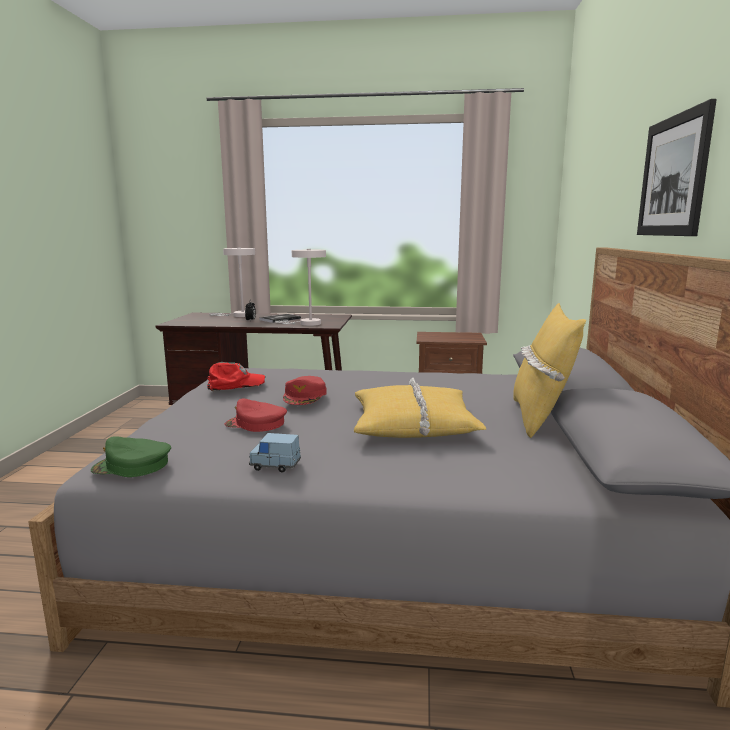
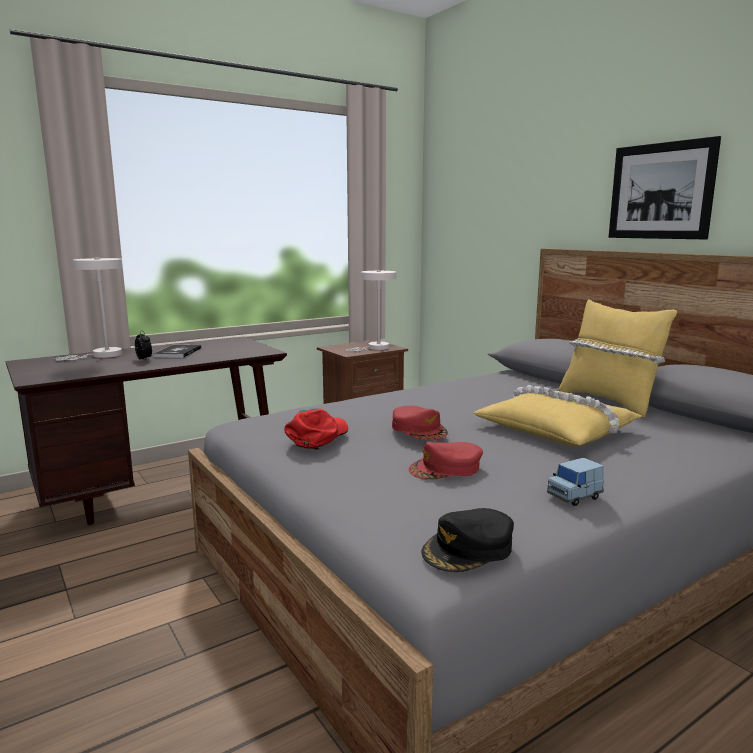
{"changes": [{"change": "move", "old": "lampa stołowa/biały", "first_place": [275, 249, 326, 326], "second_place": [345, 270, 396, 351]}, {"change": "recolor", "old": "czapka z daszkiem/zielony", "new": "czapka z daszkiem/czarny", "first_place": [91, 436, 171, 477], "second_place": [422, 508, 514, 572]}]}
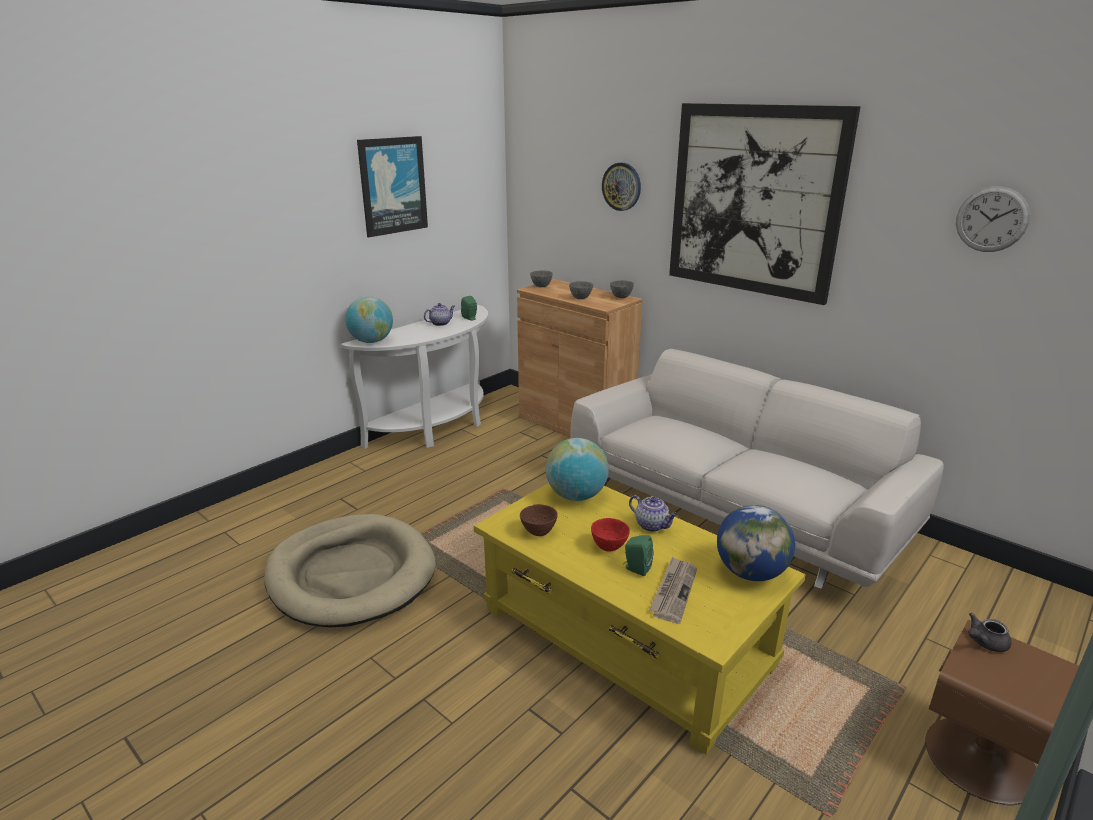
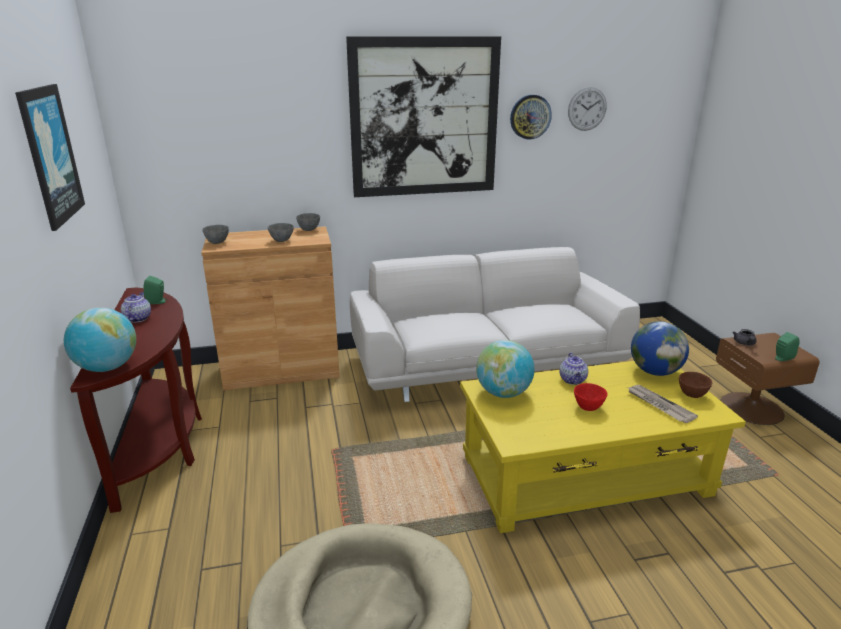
{"changes": [{"change": "move", "old": "miska/brązowy", "first_place": [520, 504, 558, 536], "second_place": [679, 372, 712, 398]}, {"change": "move", "old": "zegar ścienny", "first_place": [602, 163, 641, 211], "second_place": [510, 95, 552, 139]}, {"change": "move", "old": "głośnik/zielony", "first_place": [623, 535, 654, 576], "second_place": [775, 332, 800, 361]}, {"change": "recolor", "old": "stolik konsolowy/biały", "new": "stolik konsolowy/brązowy", "first_place": [341, 305, 488, 449], "second_place": [70, 288, 202, 513]}, {"change": "rotate", "old": "imbryk", "first_place": [629, 495, 678, 532], "second_place": [559, 353, 588, 385], "degrees": 105}]}
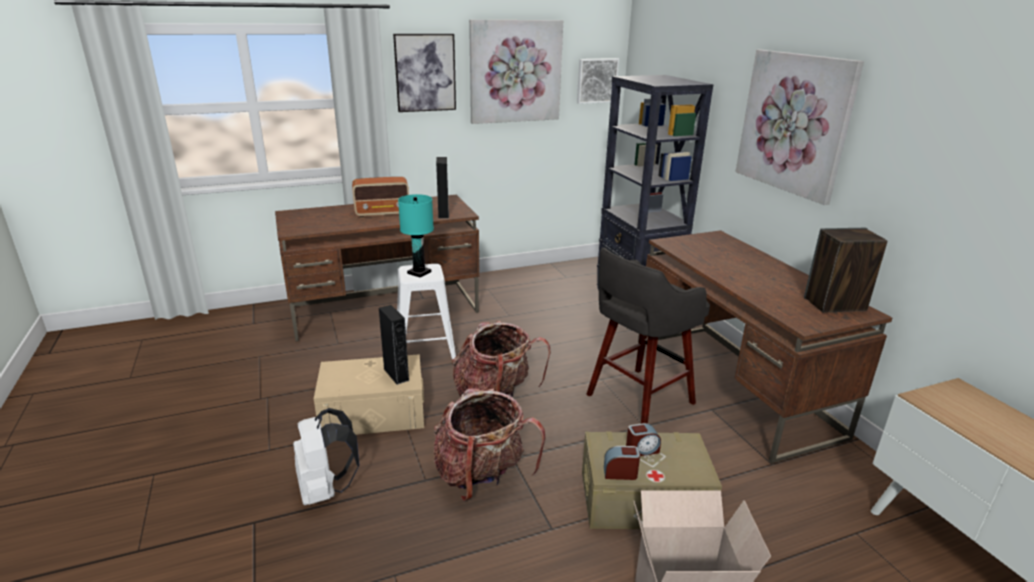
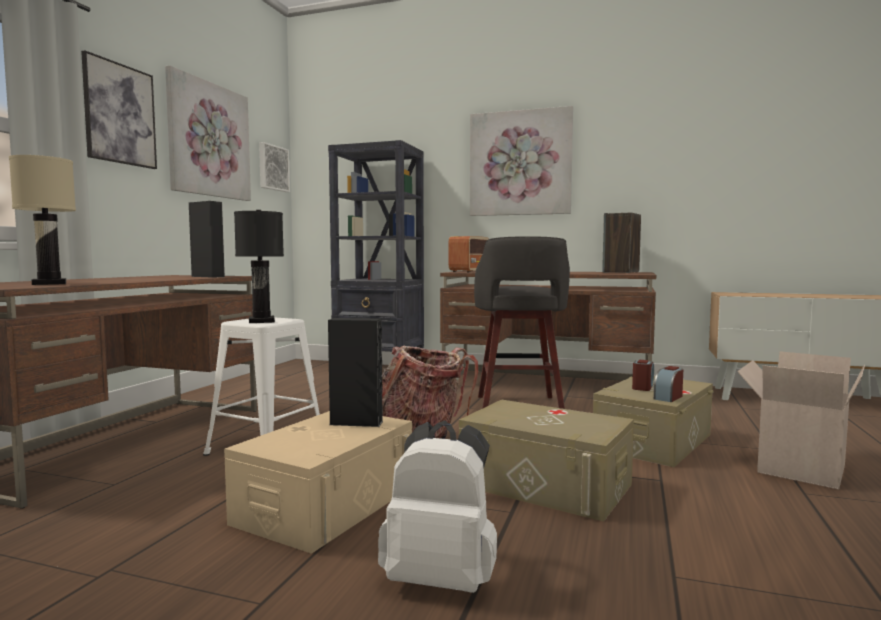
{"changes": [{"change": "insert", "new": "lampa stołowa/beżowy", "second_place": [9, 155, 76, 285]}, {"change": "move", "old": "radio", "first_place": [352, 177, 409, 217], "second_place": [449, 236, 489, 273]}, {"change": "replace", "old": "plecak", "new": "pojemnik do przechowywania/beżowy", "first_place": [434, 388, 545, 502], "second_place": [459, 400, 634, 521]}, {"change": "recolor", "old": "lampa stołowa/turkusowy", "new": "lampa stołowa/czarny", "first_place": [398, 194, 434, 278], "second_place": [234, 210, 284, 323]}]}
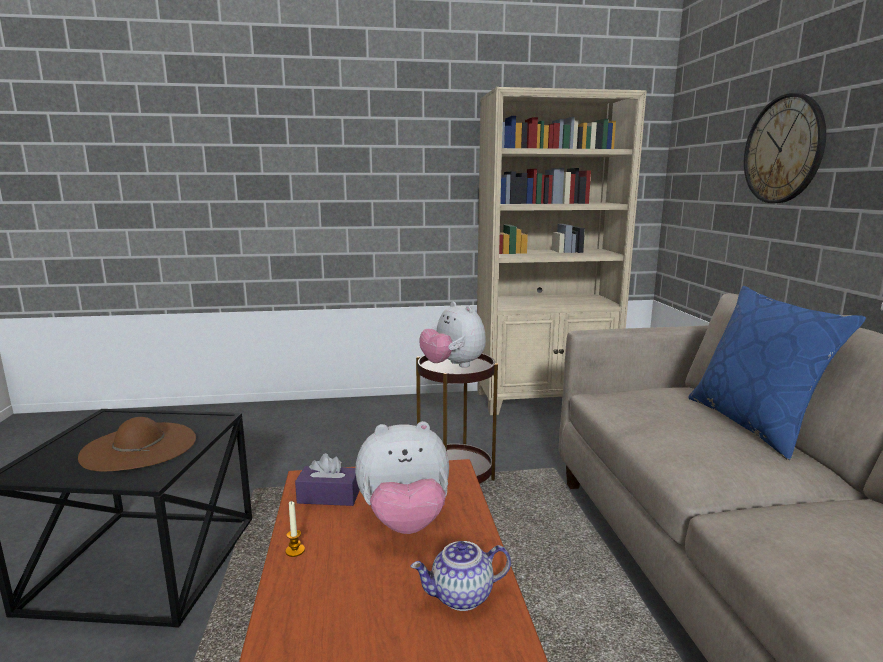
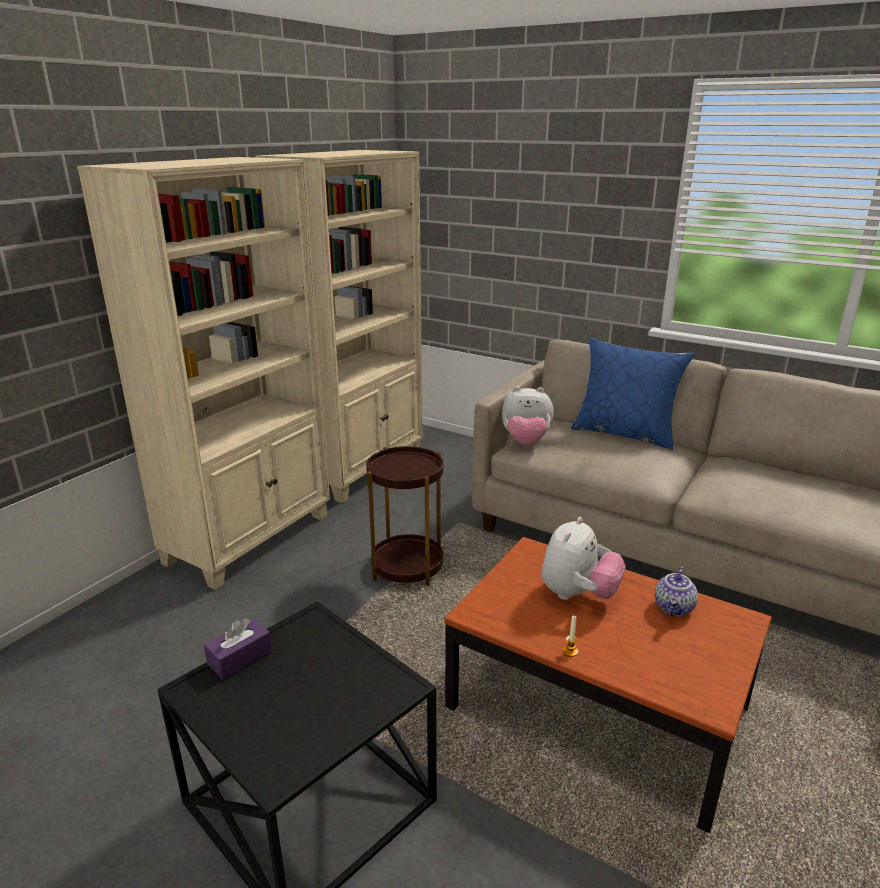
{"changes": [{"change": "delete", "old": "kapelusz/brązowy", "first_place": [78, 417, 196, 471]}, {"change": "delete", "old": "zegar ścienny", "first_place": [744, 93, 826, 203]}, {"change": "insert", "new": "regał/beżowy", "second_place": [77, 157, 330, 590]}, {"change": "move", "old": "pudełko chusteczek/fioletowy", "first_place": [295, 453, 360, 506], "second_place": [204, 618, 272, 679]}, {"change": "move", "old": "pluszak", "first_place": [419, 302, 486, 368], "second_place": [502, 387, 554, 445]}]}
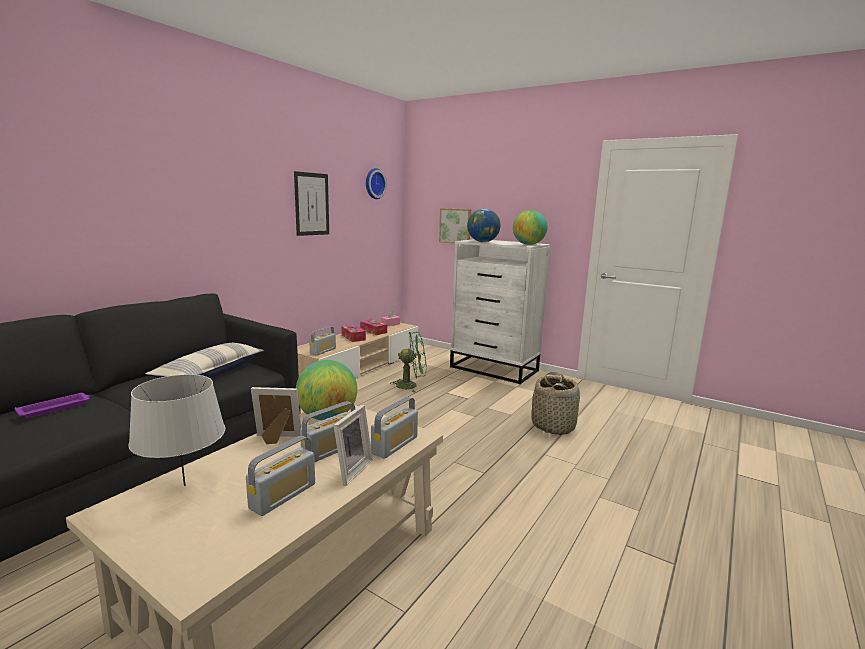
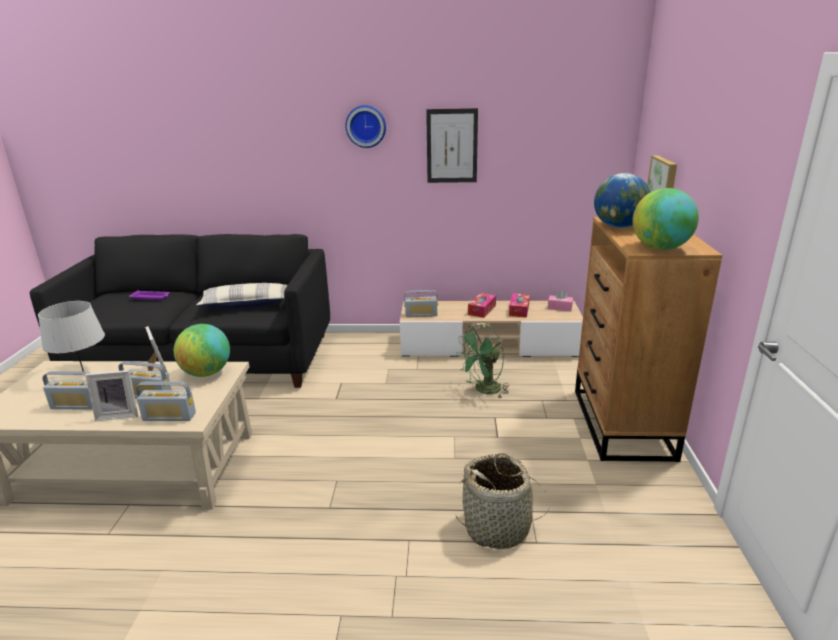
{"changes": [{"change": "move", "old": "zegar ścienny", "first_place": [366, 168, 387, 199], "second_place": [345, 105, 386, 148]}, {"change": "recolor", "old": "komoda/biały", "new": "komoda/brązowy", "first_place": [450, 239, 550, 384], "second_place": [575, 217, 722, 462]}, {"change": "rotate", "old": "wentylator/zielony", "first_place": [391, 332, 426, 393], "second_place": [456, 324, 509, 398], "degrees": 90}]}
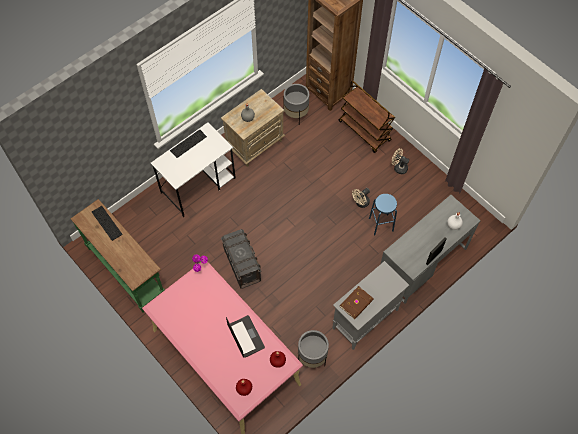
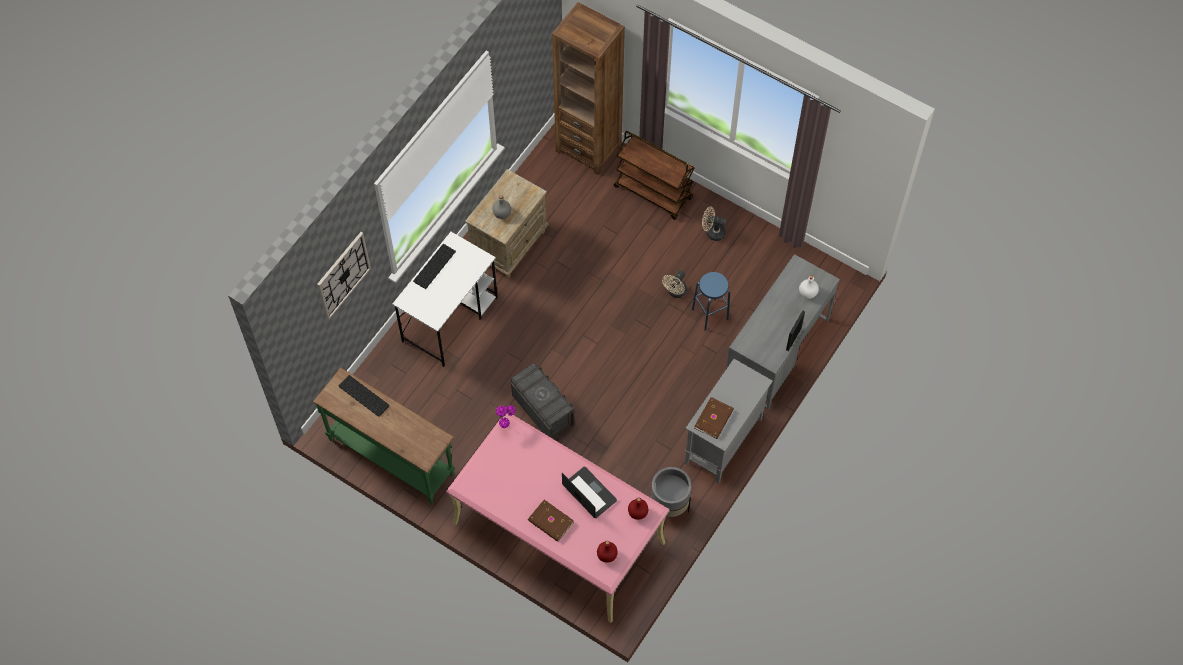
{"changes": [{"change": "delete", "old": "donica/szary", "first_place": [283, 84, 309, 122]}, {"change": "insert", "new": "zegar ścienny", "second_place": [317, 232, 371, 320]}, {"change": "insert", "new": "książka/brązowy", "second_place": [528, 500, 574, 542]}]}
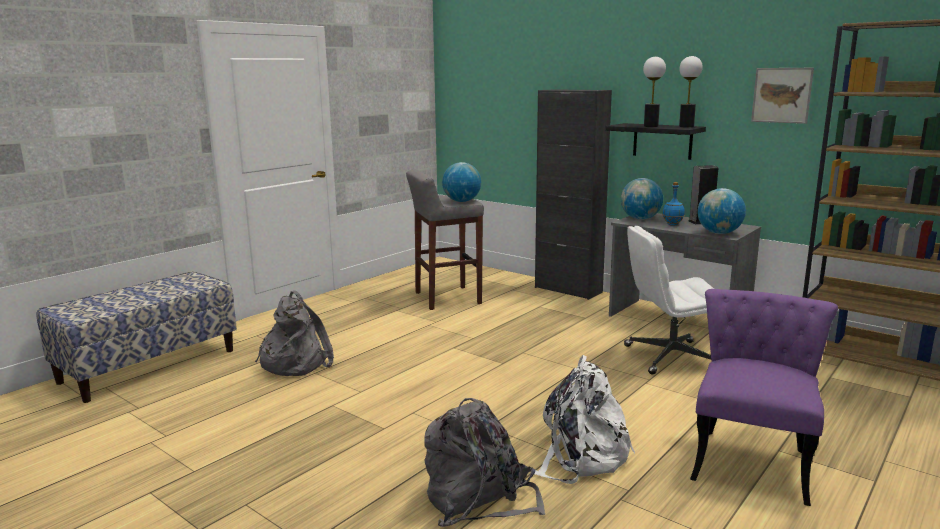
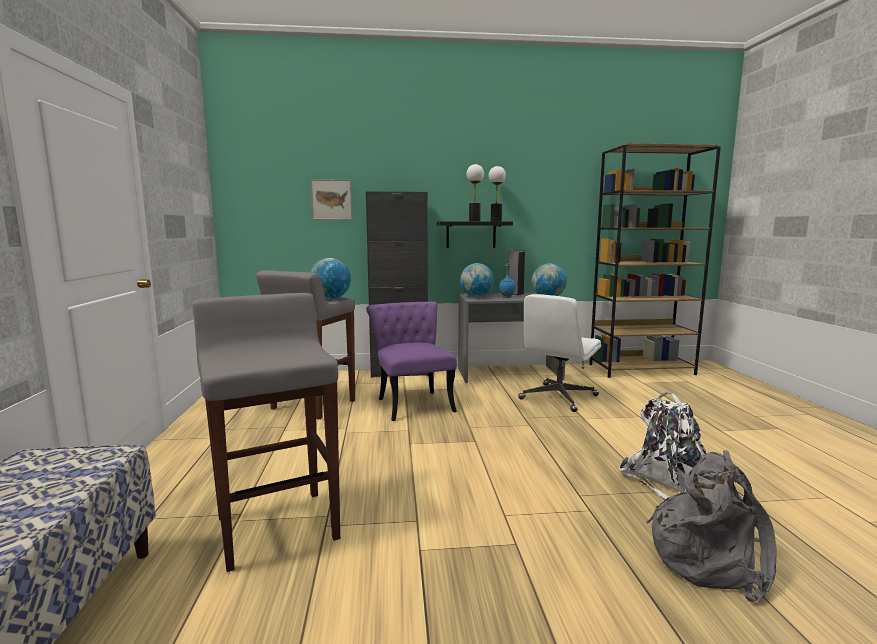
{"changes": [{"change": "move", "old": "krzesło/fioletowy", "first_place": [690, 289, 838, 506], "second_place": [366, 302, 457, 421]}, {"change": "move", "old": "obraz", "first_place": [751, 68, 814, 124], "second_place": [311, 179, 352, 220]}, {"change": "replace", "old": "plecak/szary", "new": "stołek/szary", "first_place": [255, 290, 334, 376], "second_place": [192, 293, 340, 572]}]}
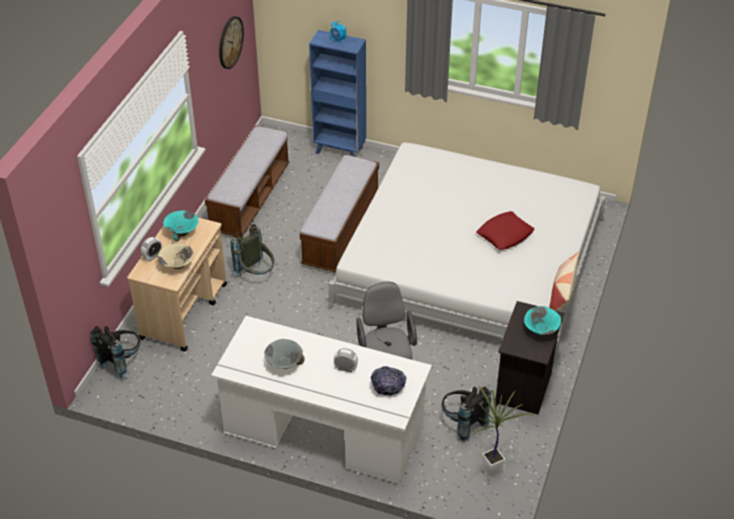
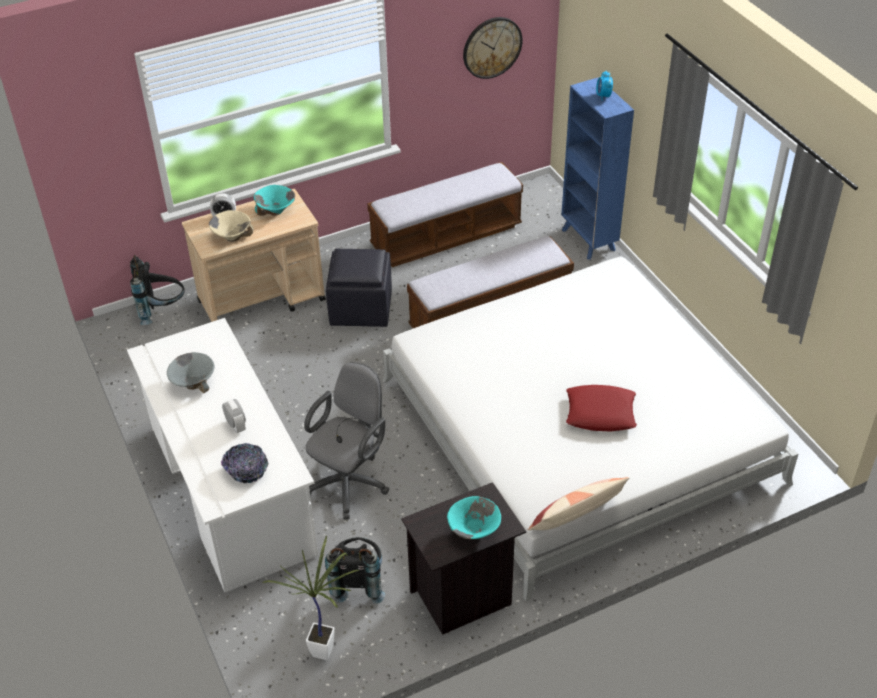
{"changes": [{"change": "replace", "old": "plecak/szary", "new": "pufa/czarny", "first_place": [231, 224, 275, 276], "second_place": [326, 249, 392, 327]}]}
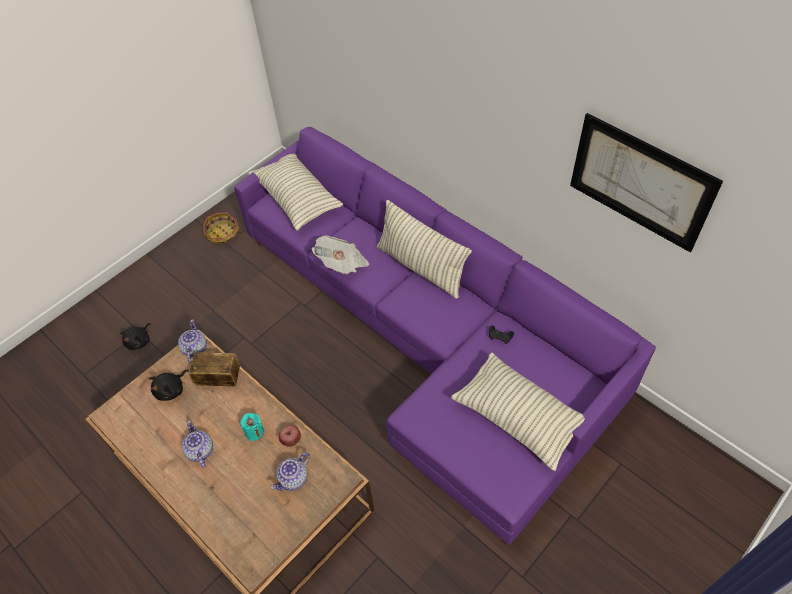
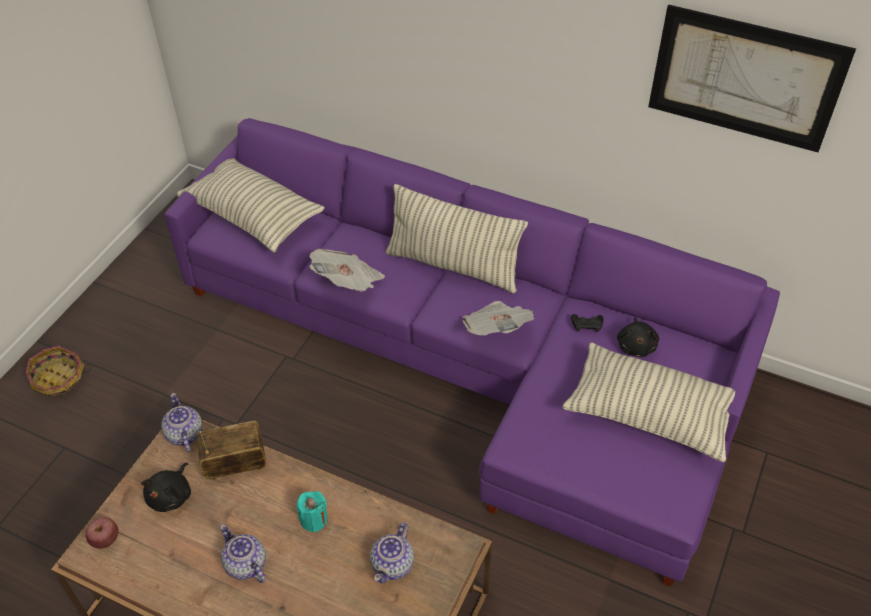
{"changes": [{"change": "insert", "new": "gazeta", "second_place": [463, 301, 534, 336]}, {"change": "move", "old": "pluszak/czarny", "first_place": [120, 323, 151, 350], "second_place": [617, 317, 659, 357]}, {"change": "move", "old": "koszyk", "first_place": [203, 212, 244, 244], "second_place": [26, 346, 92, 397]}, {"change": "move", "old": "jabłko", "first_place": [279, 425, 301, 447], "second_place": [86, 517, 119, 549]}]}
